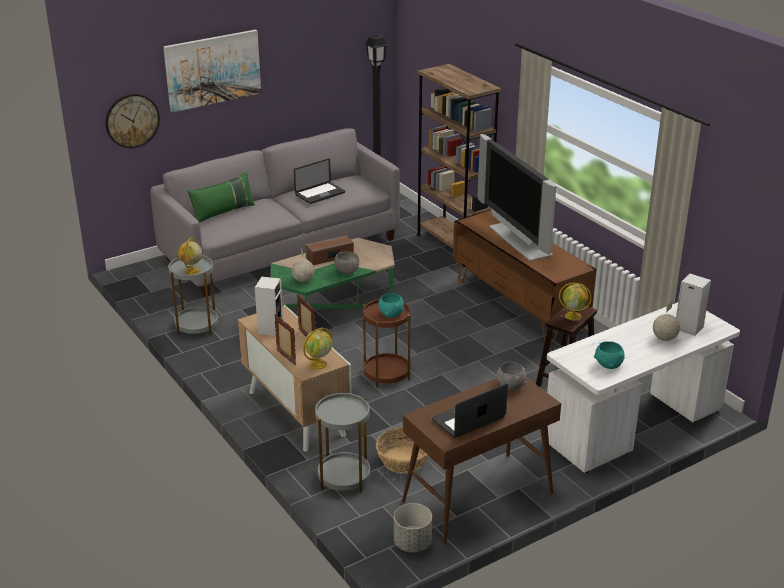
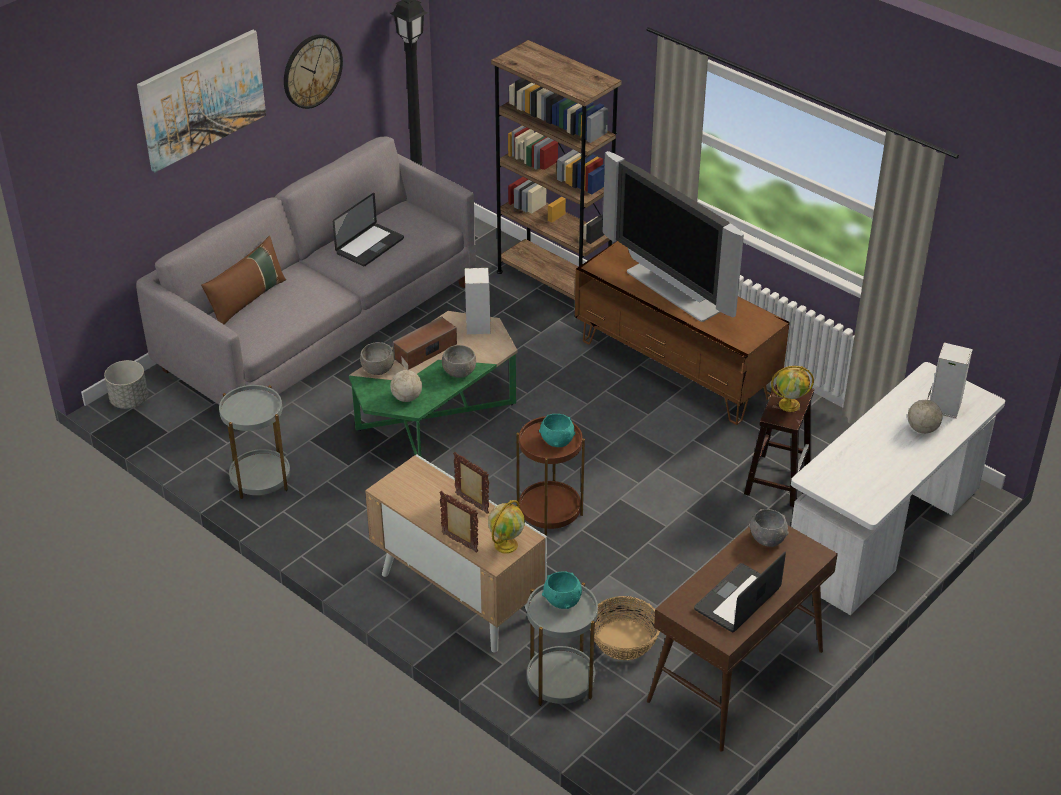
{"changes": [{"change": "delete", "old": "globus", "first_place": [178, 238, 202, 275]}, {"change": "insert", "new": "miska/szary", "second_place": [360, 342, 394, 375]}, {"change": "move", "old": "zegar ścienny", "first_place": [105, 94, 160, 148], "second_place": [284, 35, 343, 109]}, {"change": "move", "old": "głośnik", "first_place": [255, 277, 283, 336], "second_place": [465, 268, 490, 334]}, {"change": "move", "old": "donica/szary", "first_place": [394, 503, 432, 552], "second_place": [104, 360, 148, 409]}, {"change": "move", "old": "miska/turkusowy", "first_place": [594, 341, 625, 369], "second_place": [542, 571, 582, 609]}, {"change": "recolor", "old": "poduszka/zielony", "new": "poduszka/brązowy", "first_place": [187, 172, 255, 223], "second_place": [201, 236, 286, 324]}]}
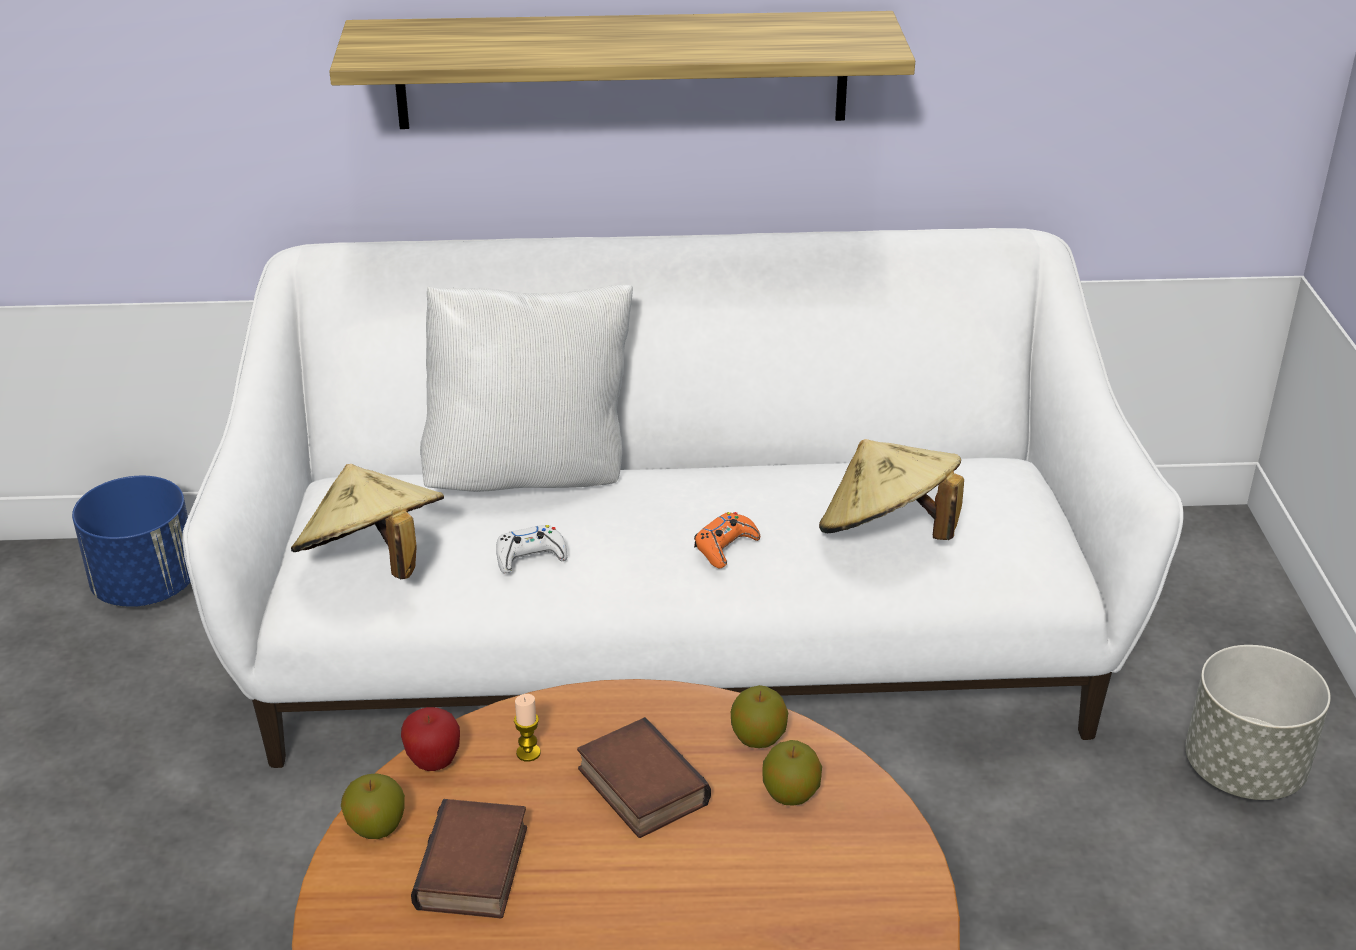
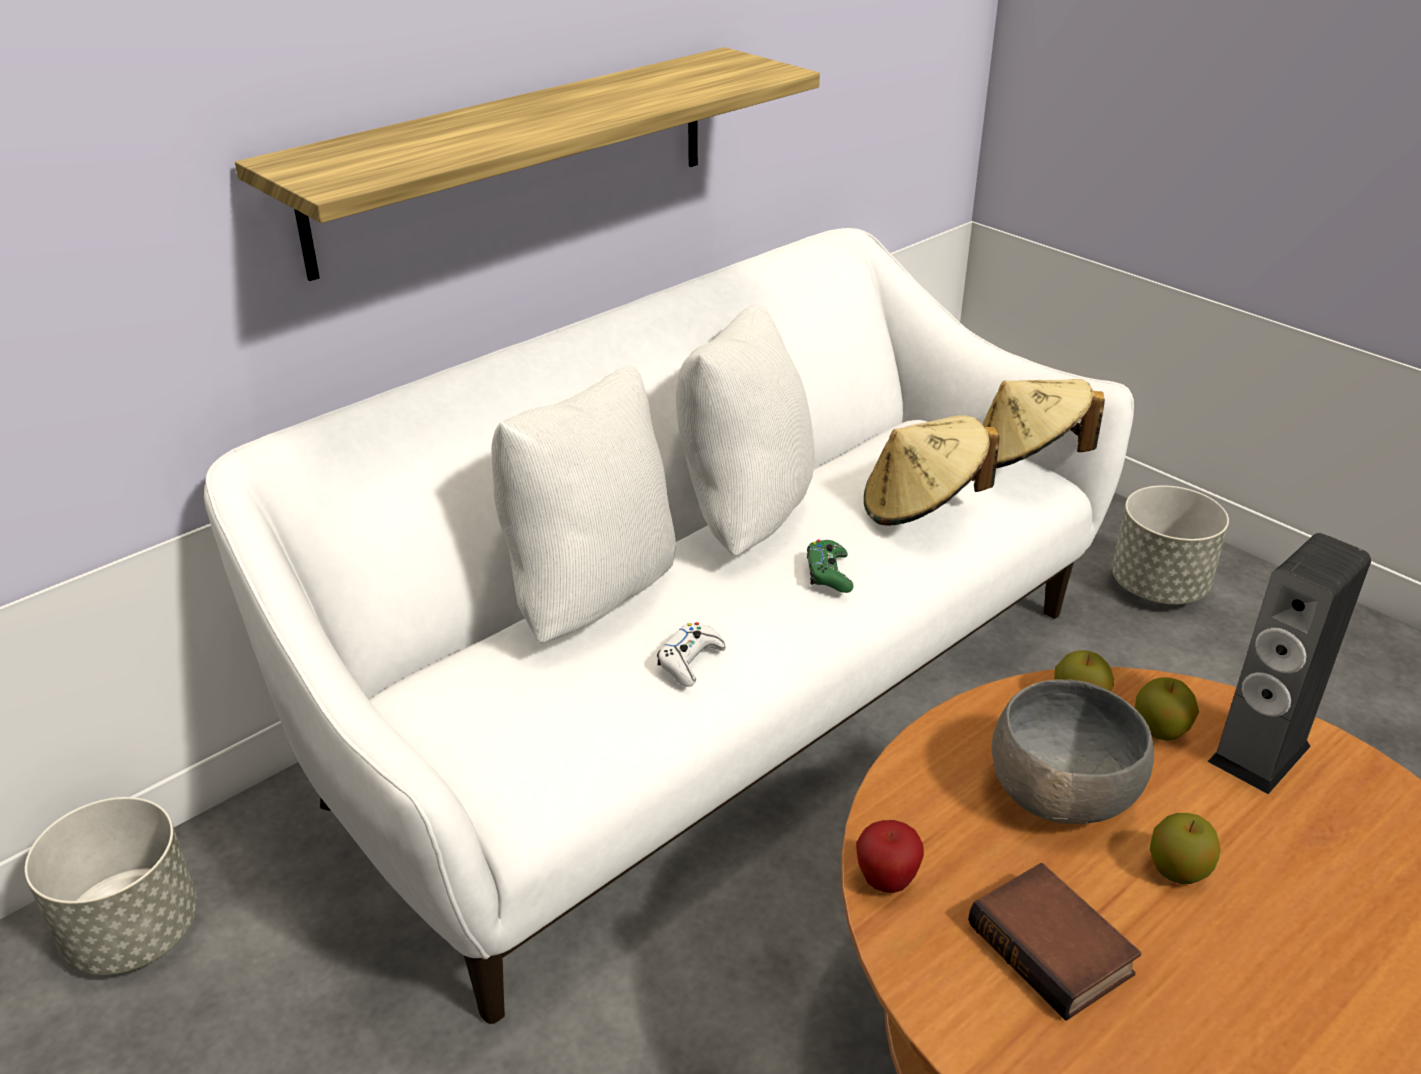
{"changes": [{"change": "delete", "old": "świeca", "first_place": [514, 694, 541, 762]}, {"change": "insert", "new": "poduszka/biały", "second_place": [676, 304, 815, 557]}, {"change": "insert", "new": "głośnik", "second_place": [1207, 533, 1371, 794]}, {"change": "move", "old": "kapelusz/beżowy", "first_place": [291, 464, 444, 579], "second_place": [982, 379, 1105, 468]}, {"change": "move", "old": "jabłko", "first_place": [341, 774, 405, 839], "second_place": [1150, 813, 1221, 884]}, {"change": "replace", "old": "książka", "new": "miska/szary", "first_place": [577, 717, 711, 838], "second_place": [992, 679, 1154, 824]}, {"change": "recolor", "old": "donica/niebieski", "new": "donica/szary", "first_place": [72, 476, 191, 607], "second_place": [25, 797, 198, 975]}, {"change": "recolor", "old": "pad do gier/pomarańczowy", "new": "pad do gier/zielony", "first_place": [694, 512, 760, 568], "second_place": [807, 540, 853, 593]}]}
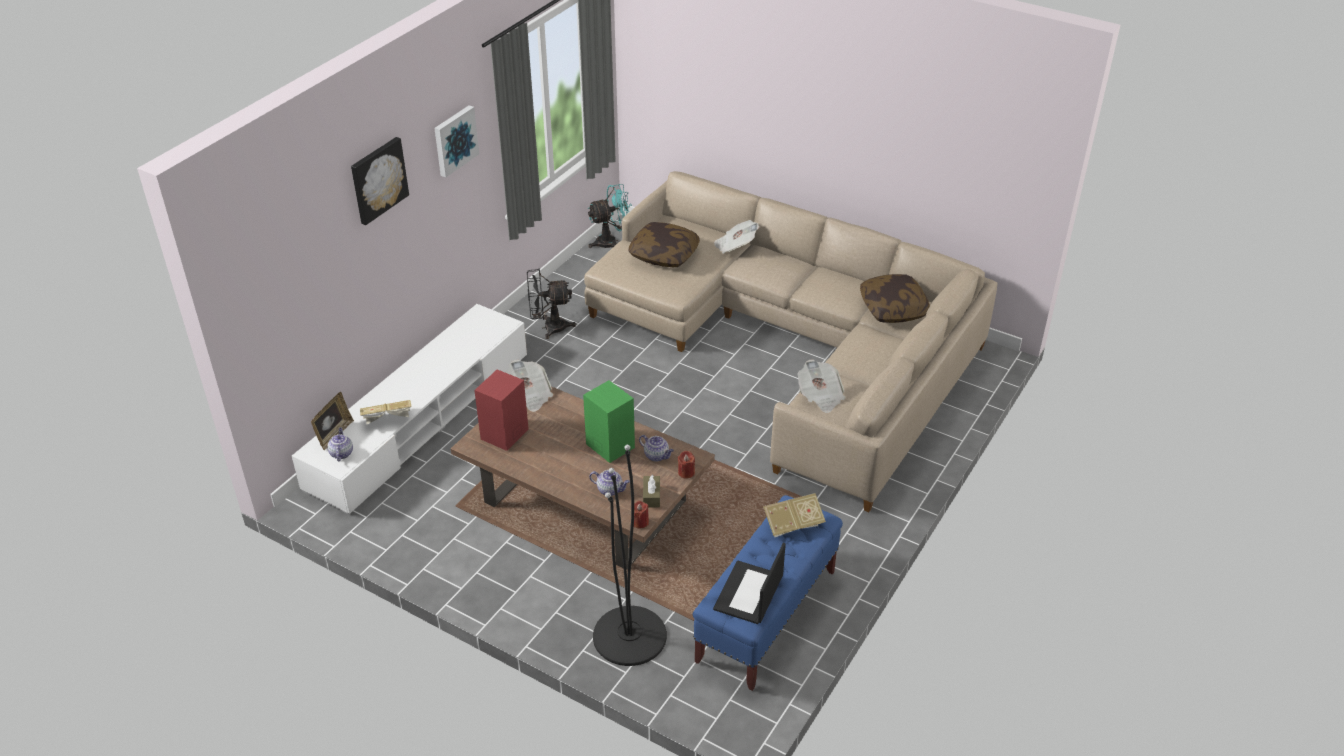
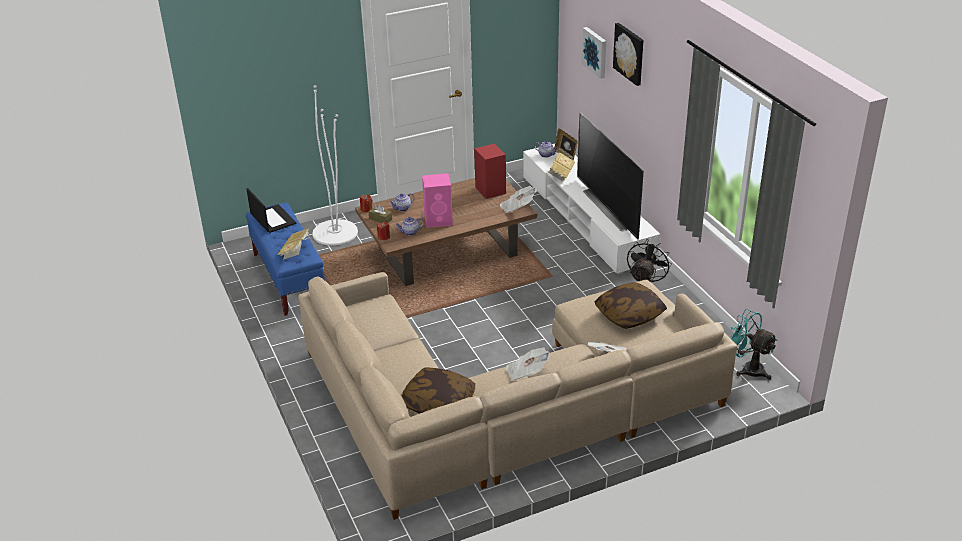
{"changes": [{"change": "insert", "new": "telewizor", "second_place": [577, 112, 644, 240]}, {"change": "move", "old": "obraz", "first_place": [434, 105, 479, 178], "second_place": [582, 27, 606, 79]}, {"change": "move", "old": "gazeta", "first_place": [797, 359, 845, 413], "second_place": [505, 347, 550, 381]}, {"change": "recolor", "old": "głośnik/zielony", "new": "głośnik/różowy", "first_place": [583, 380, 635, 463], "second_place": [422, 173, 453, 228]}, {"change": "recolor", "old": "lampa stojąca/czarny", "new": "lampa stojąca/biały", "first_place": [593, 445, 667, 666], "second_place": [312, 85, 358, 246]}, {"change": "rotate", "old": "wentylator/turkusowy", "first_place": [588, 184, 632, 248], "second_place": [730, 309, 778, 380], "degrees": 120}]}
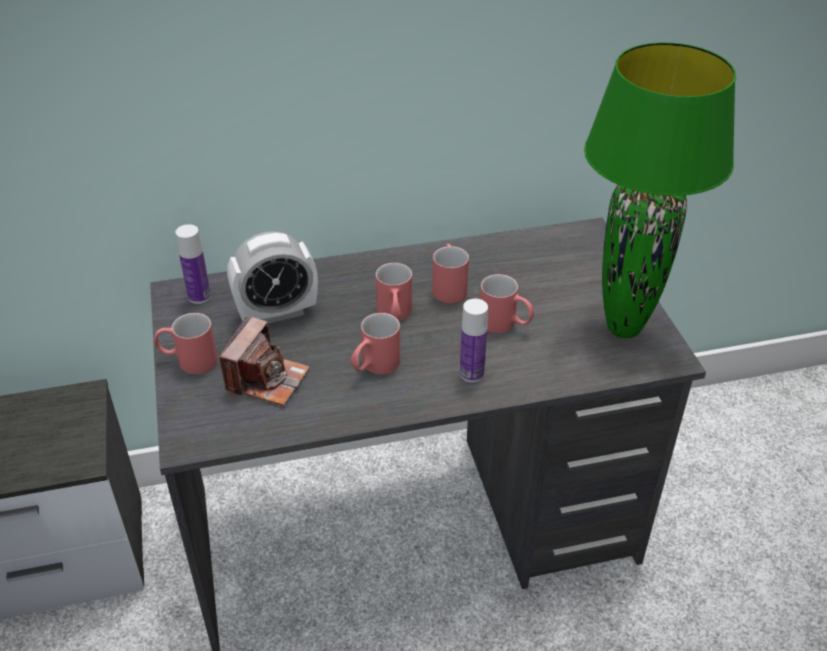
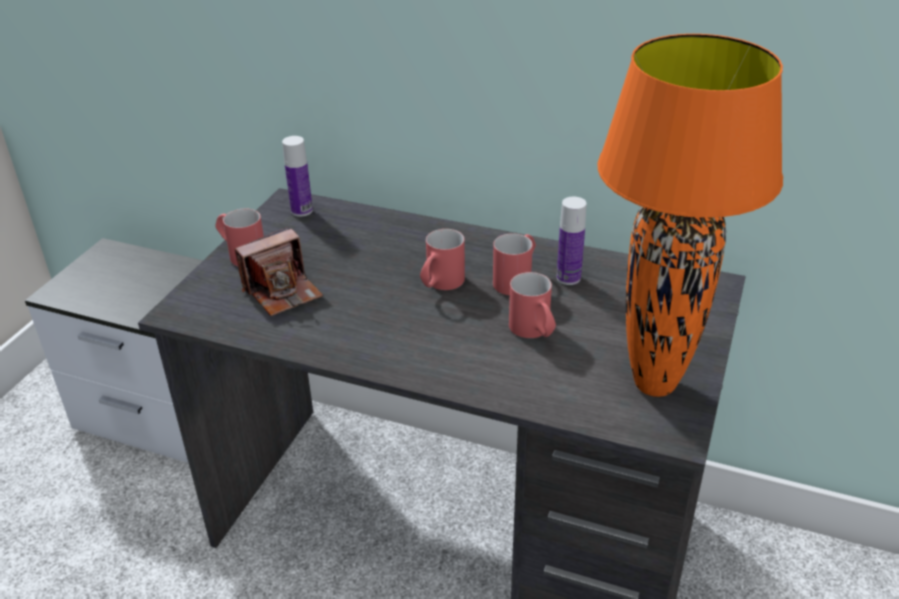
{"changes": [{"change": "delete", "old": "budzik", "first_place": [227, 231, 318, 323]}, {"change": "delete", "old": "kubek/czerwony", "first_place": [350, 313, 400, 374]}, {"change": "move", "old": "butelka", "first_place": [460, 299, 488, 382], "second_place": [557, 197, 587, 285]}, {"change": "recolor", "old": "lampa stołowa/zielony", "new": "lampa stołowa/pomarańczowy", "first_place": [584, 42, 736, 338], "second_place": [598, 34, 783, 397]}]}
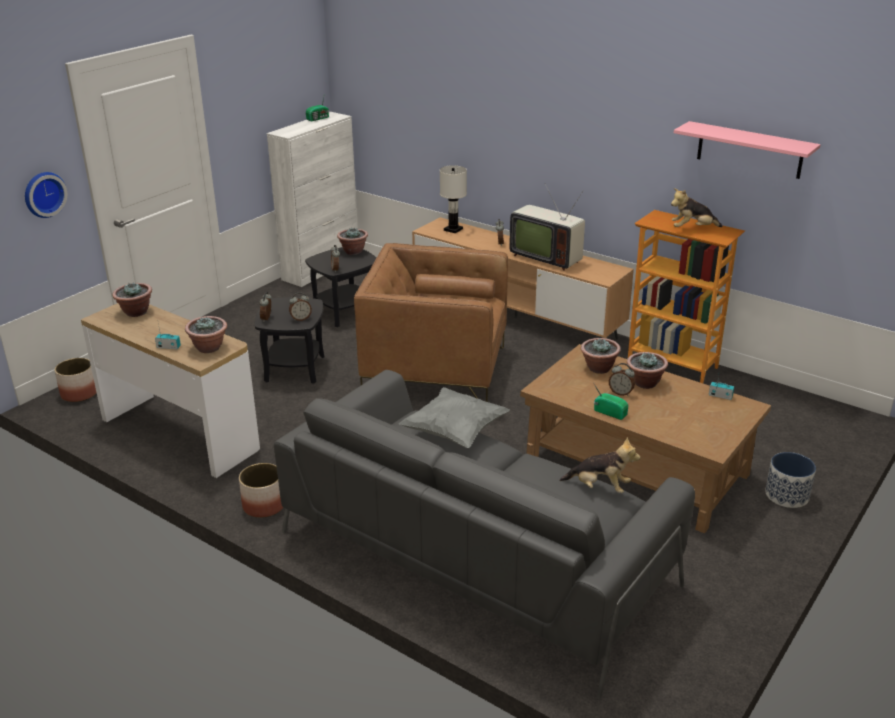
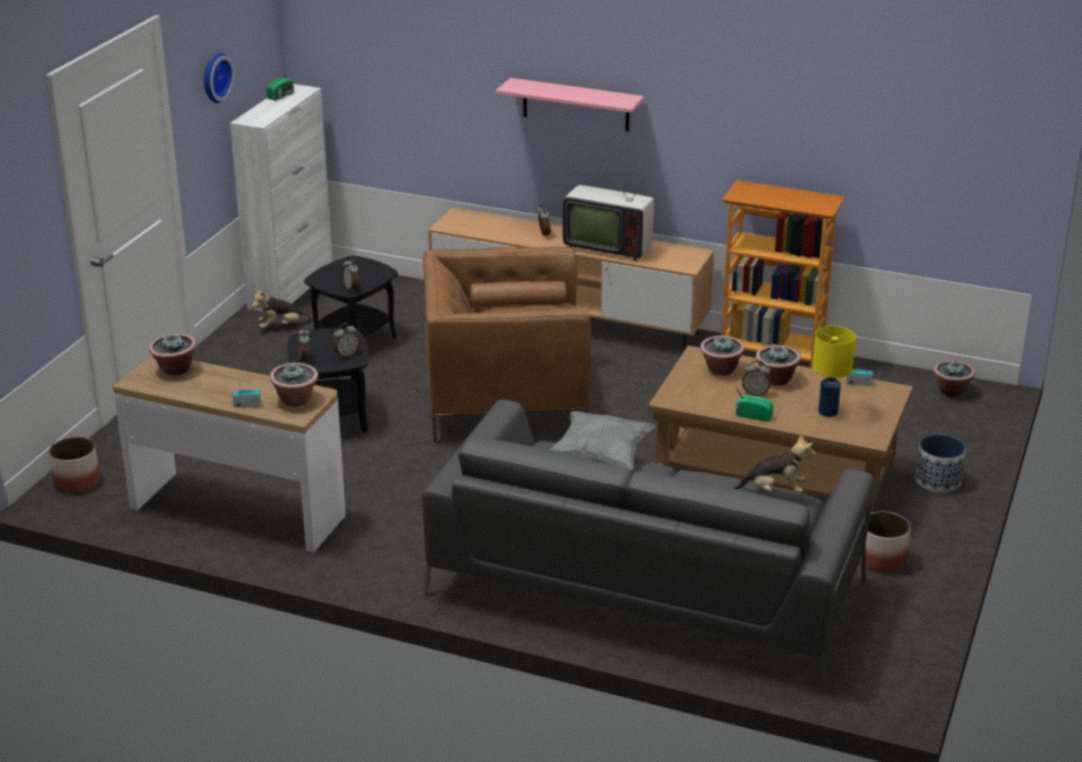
{"changes": [{"change": "delete", "old": "lampa stołowa/biały", "first_place": [440, 165, 467, 234]}, {"change": "insert", "new": "lampa stołowa/żółty", "second_place": [812, 326, 856, 417]}, {"change": "move", "old": "zegar ścienny", "first_place": [25, 172, 67, 218], "second_place": [204, 53, 235, 103]}, {"change": "move", "old": "donica", "first_place": [239, 463, 283, 518], "second_place": [859, 511, 911, 573]}, {"change": "move", "old": "roślina doniczkowa", "first_place": [337, 227, 368, 255], "second_place": [933, 360, 975, 397]}, {"change": "move", "old": "pluszak", "first_place": [671, 188, 723, 227], "second_place": [252, 290, 313, 328]}, {"change": "move", "old": "półka/różowy", "first_place": [674, 121, 821, 179], "second_place": [496, 78, 644, 132]}]}
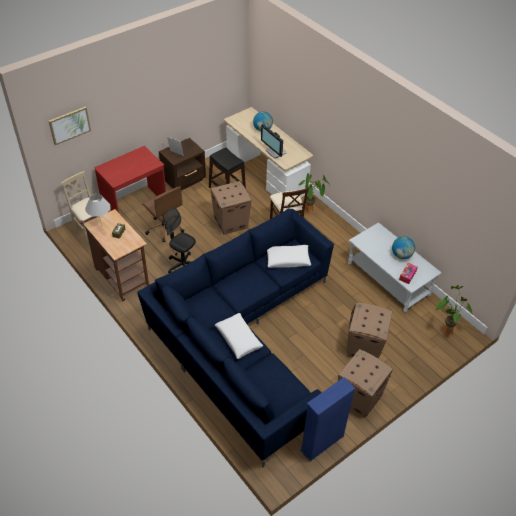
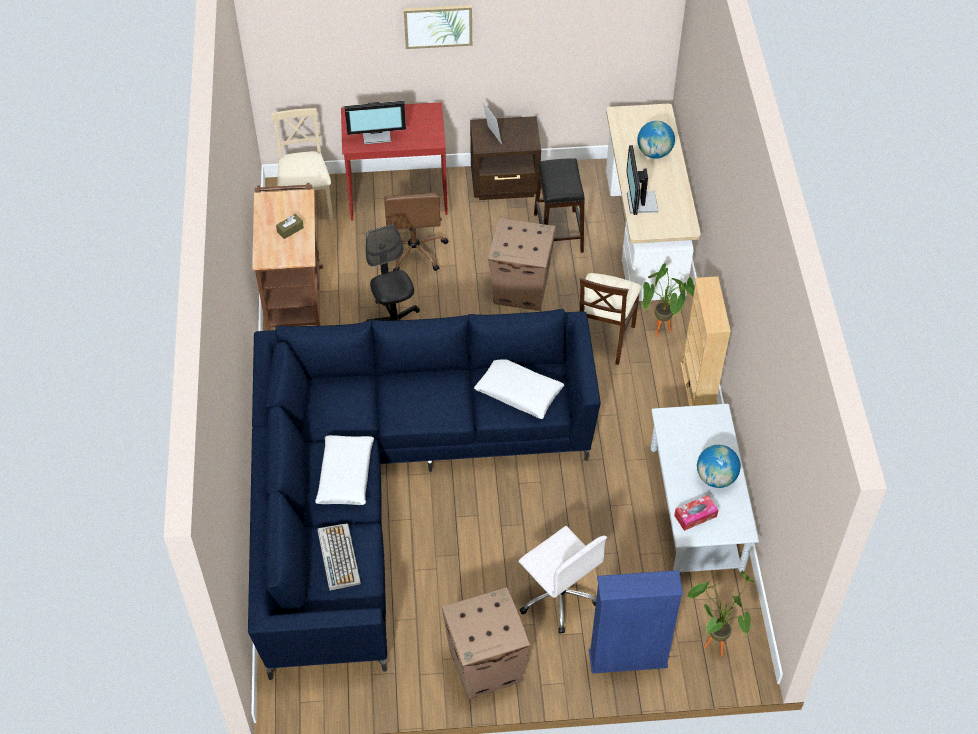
{"changes": [{"change": "delete", "old": "lampa stołowa/biały", "first_place": [85, 193, 111, 226]}, {"change": "insert", "new": "klawiatura", "second_place": [317, 523, 361, 591]}, {"change": "insert", "new": "monitor", "second_place": [344, 101, 406, 144]}, {"change": "insert", "new": "regał/beżowy", "second_place": [680, 276, 731, 406]}, {"change": "move", "old": "obraz", "first_place": [49, 106, 91, 145], "second_place": [404, 5, 472, 49]}, {"change": "move", "old": "regał/niebieski", "first_place": [300, 377, 356, 461], "second_place": [589, 570, 683, 674]}, {"change": "replace", "old": "karton", "new": "krzesło biurowe/biały", "first_place": [346, 303, 393, 359], "second_place": [519, 526, 607, 634]}]}
